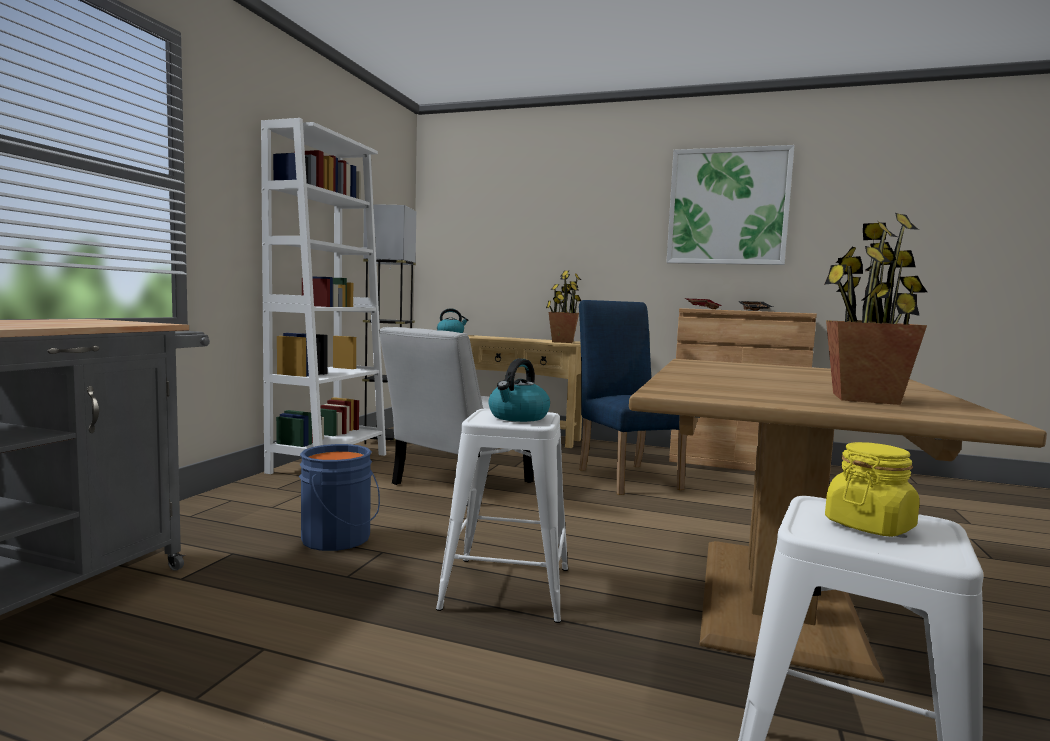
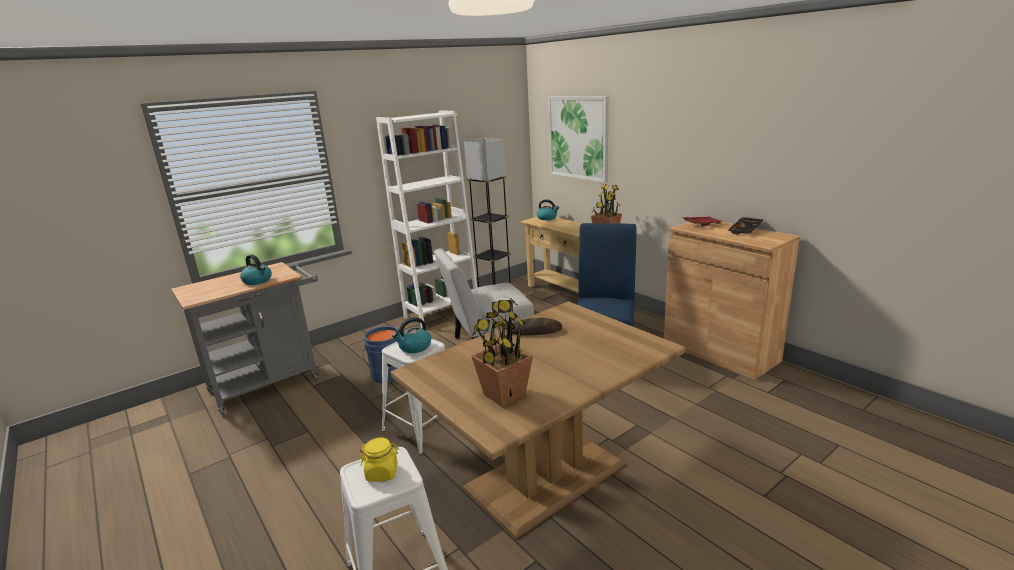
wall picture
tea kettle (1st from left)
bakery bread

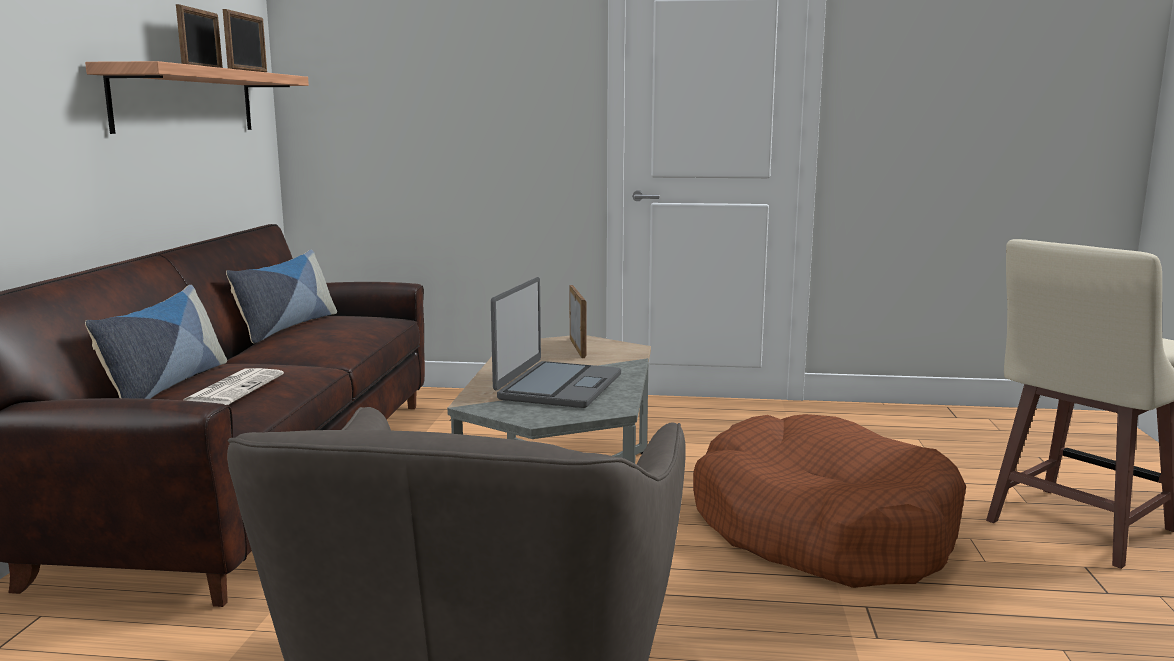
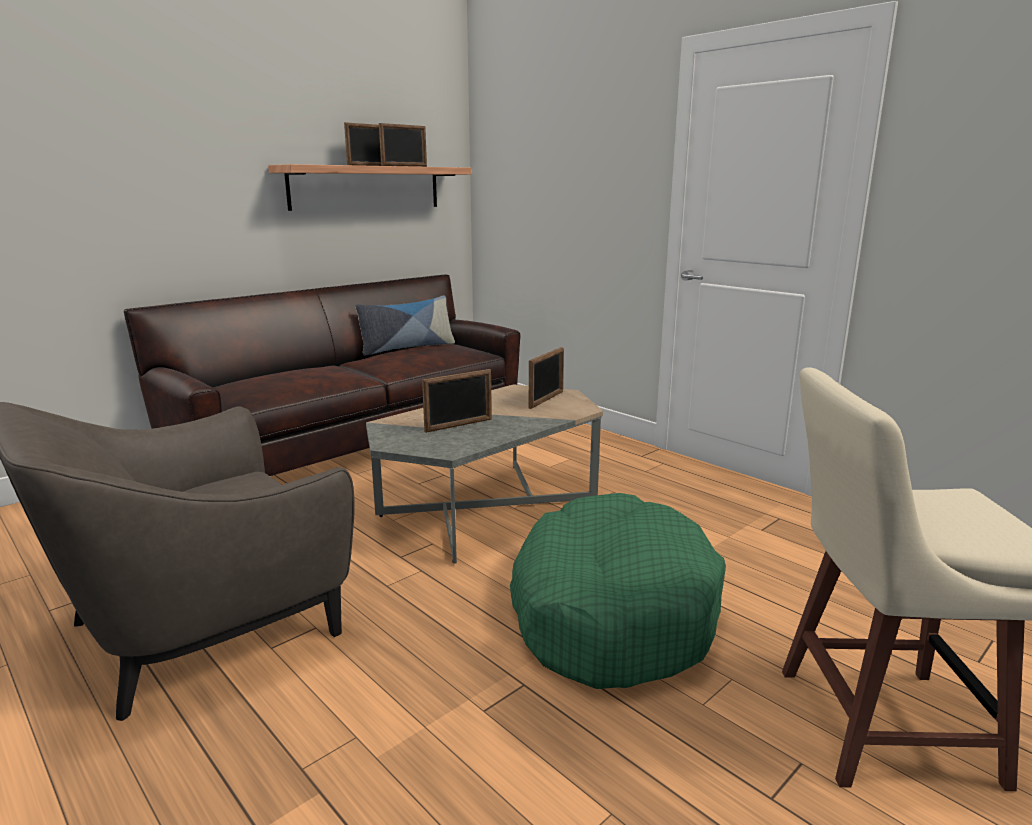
standing frame (3rd from left)
throw pillow (1st from left in the first image)
printed paper
greenish dog cushion

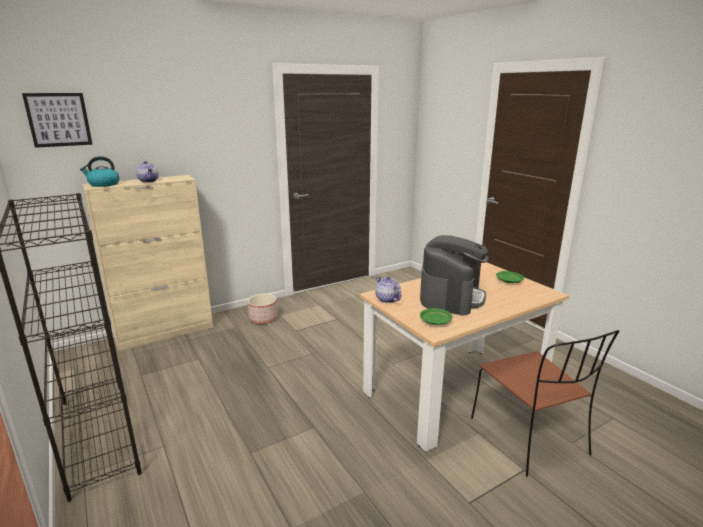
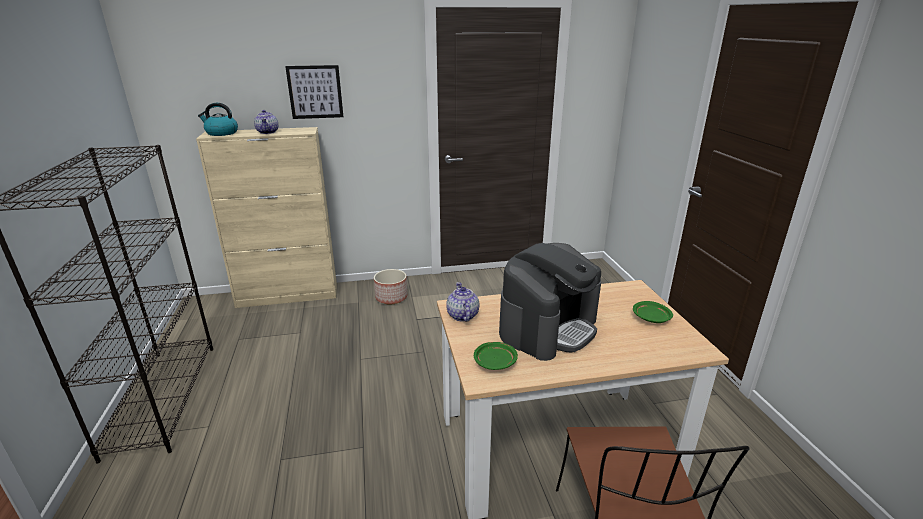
wall picture

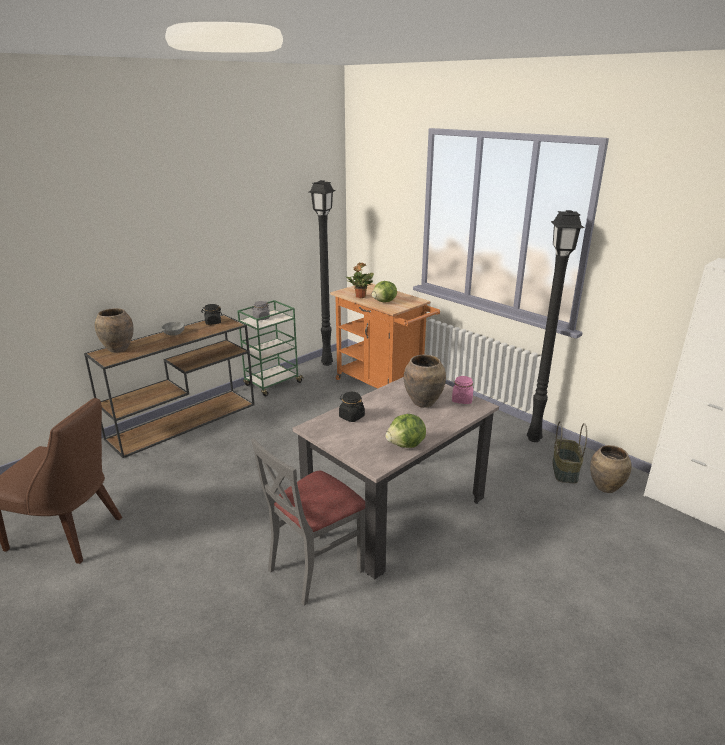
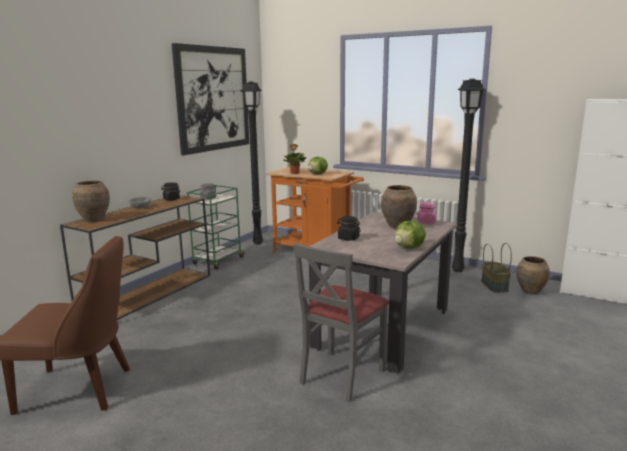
wall picture

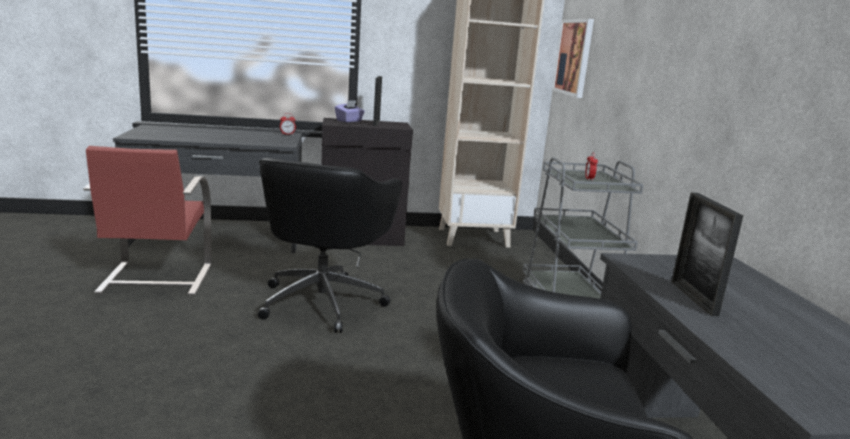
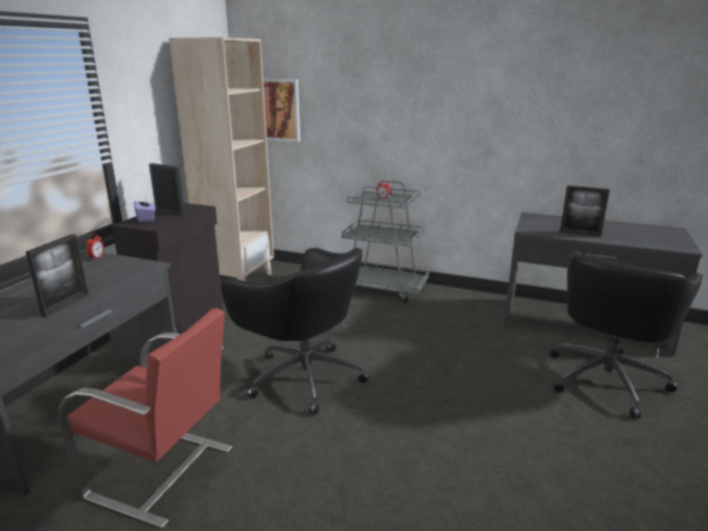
standing frame (1st from left)

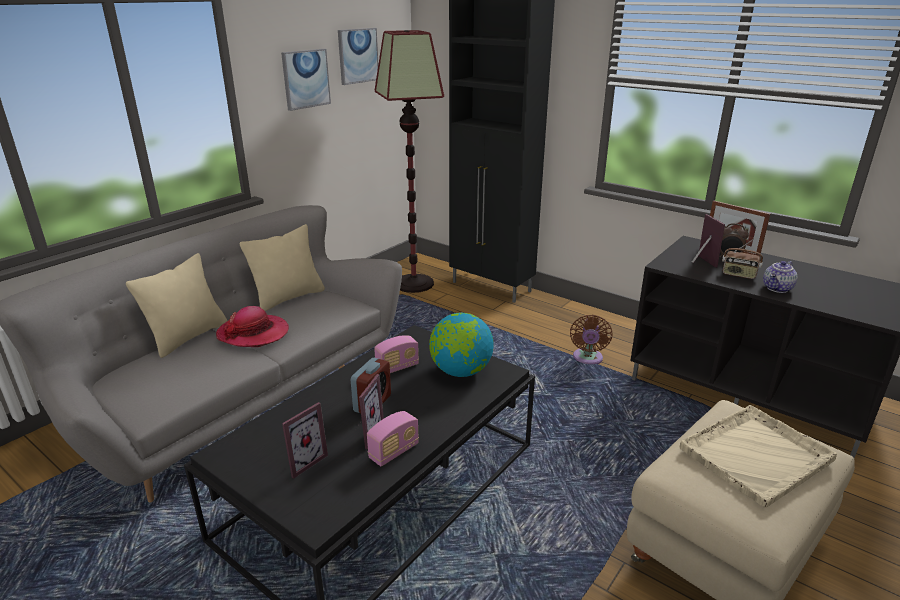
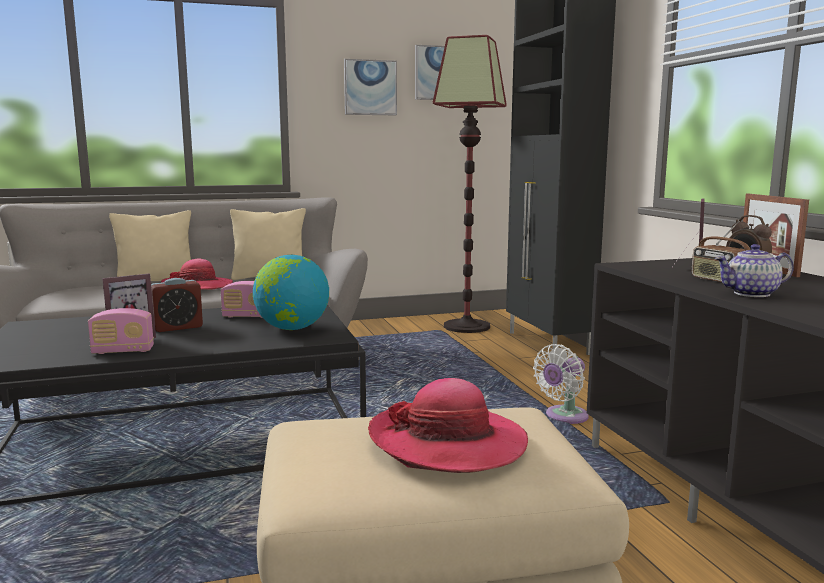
white-coloured cooling fan
standing frame (1st from left in the first image)
hat (2nd from left)

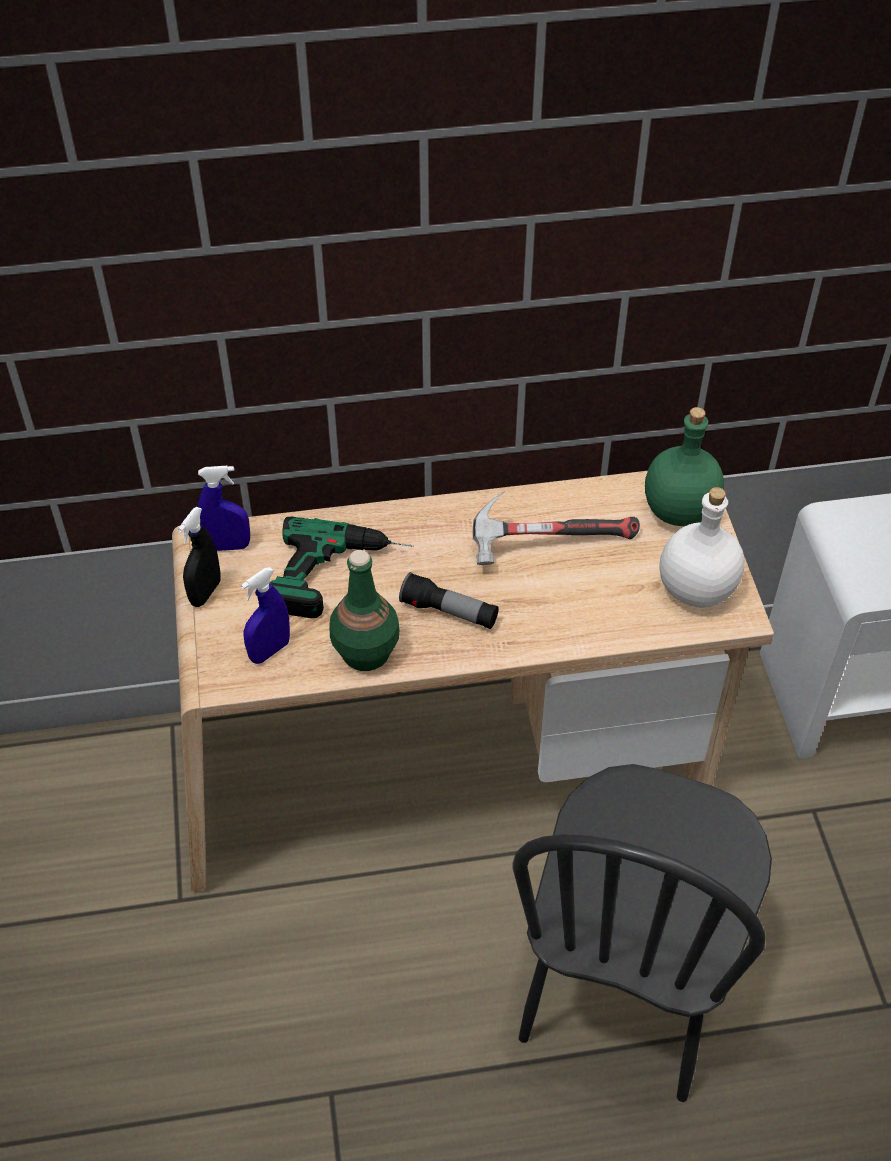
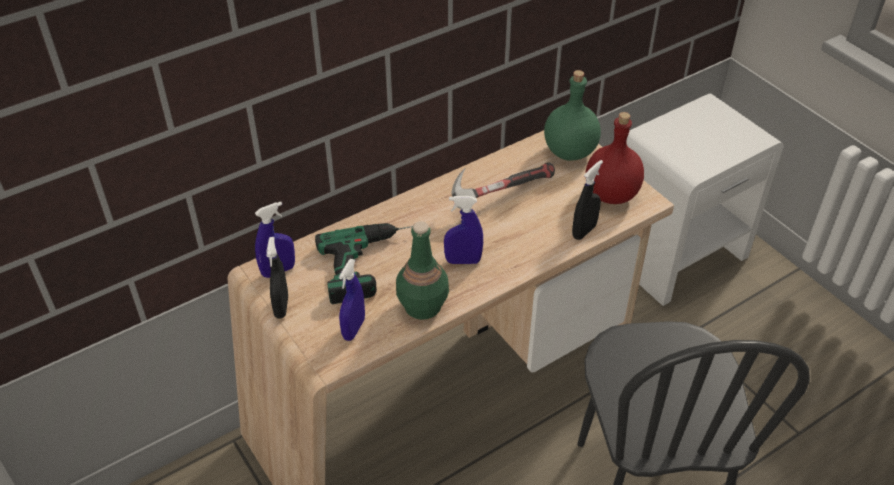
reddish bottle
bluish spray bottle (3rd from left)
blackish spray bottle (2nd from left)

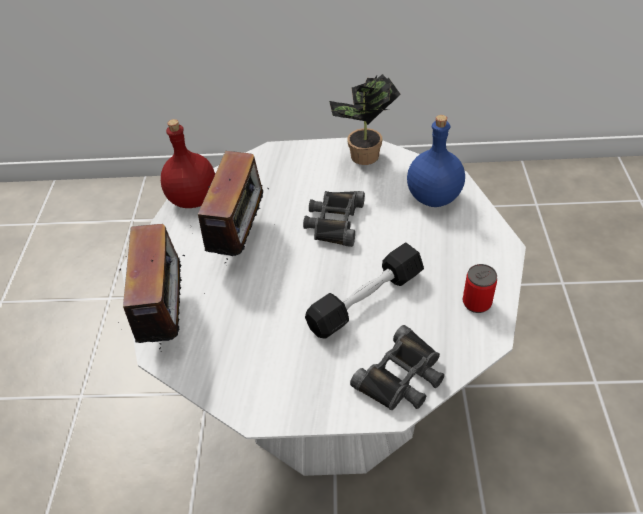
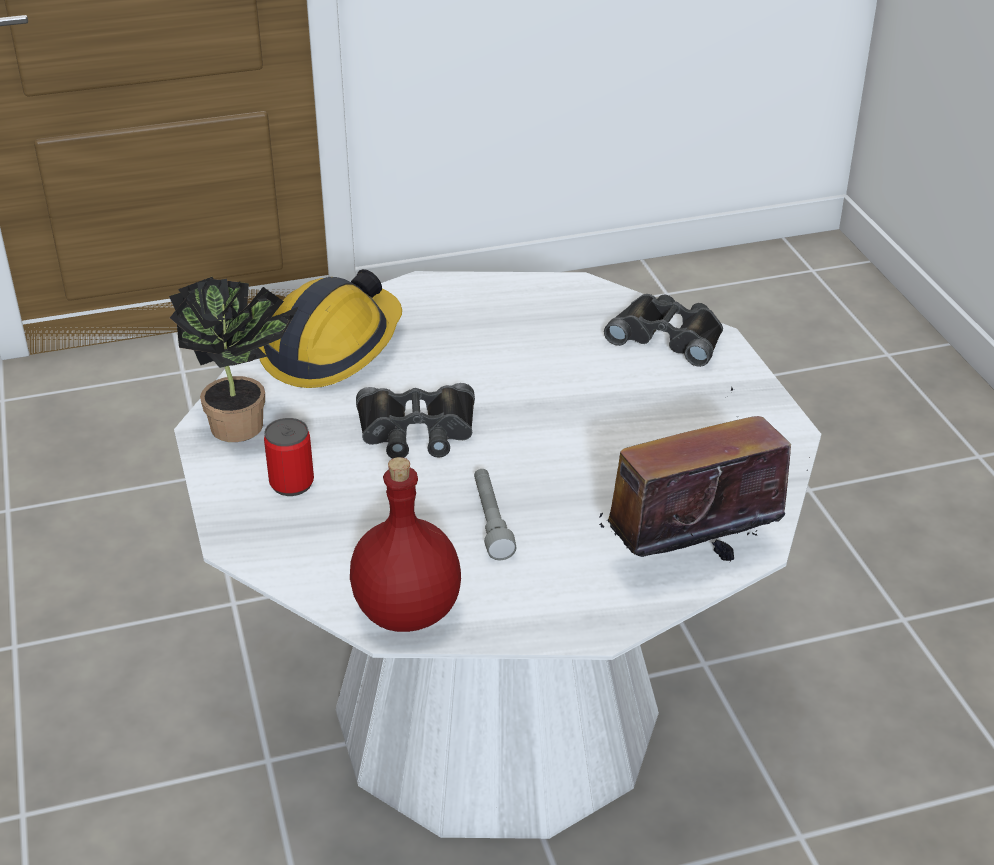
work helmet
gray flashlight
blackish free weight
metal can

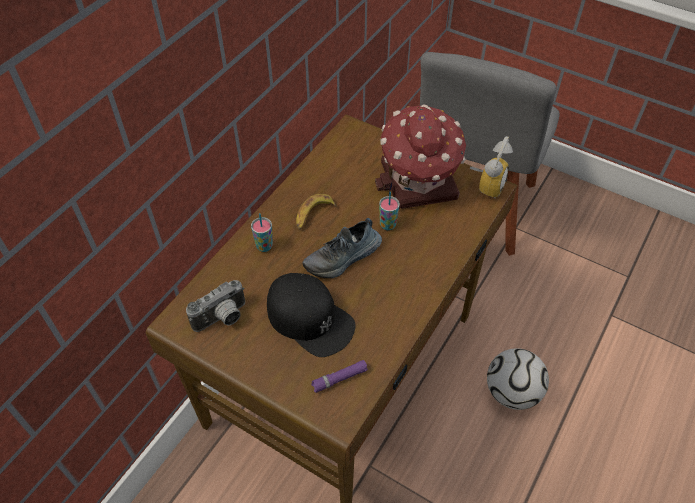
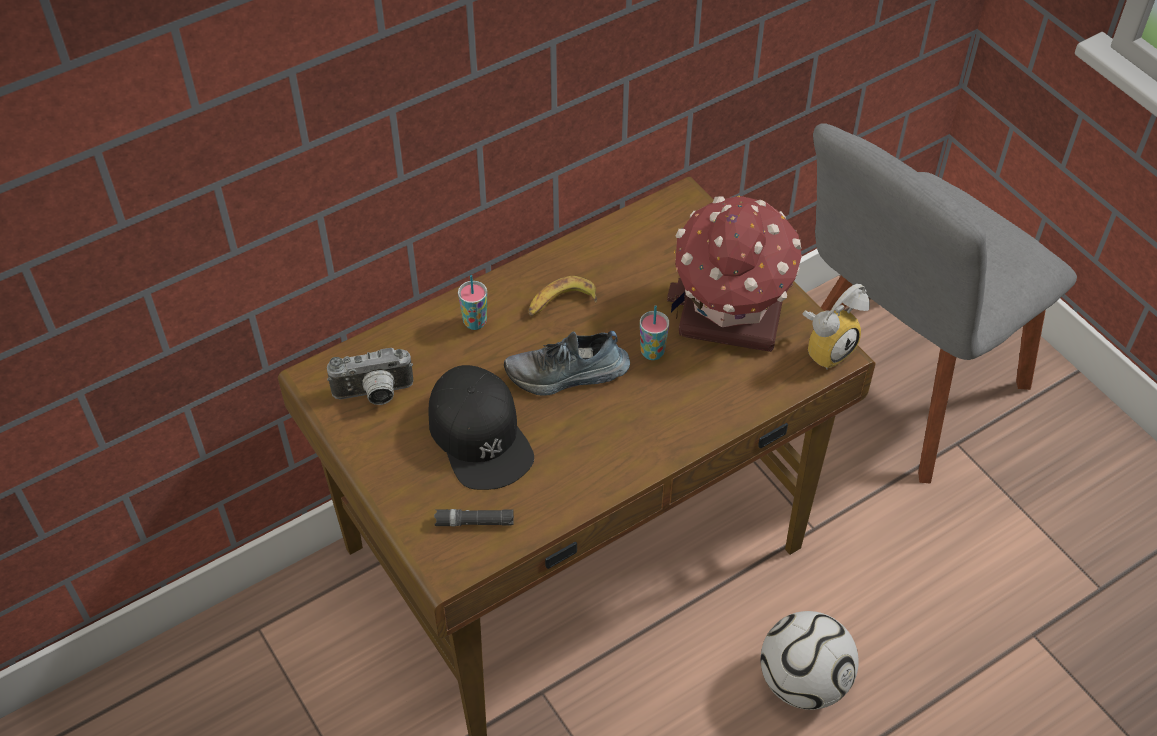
blackish flashlight

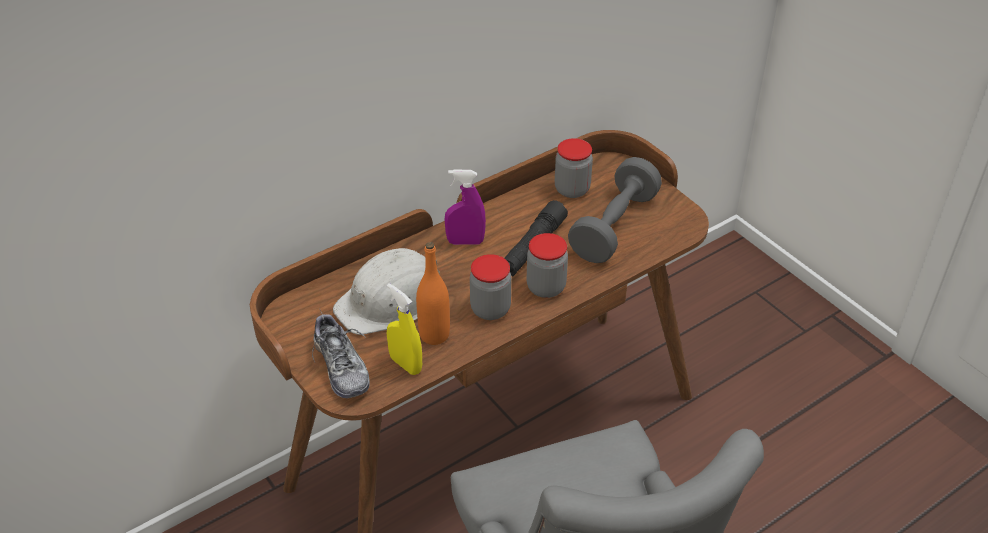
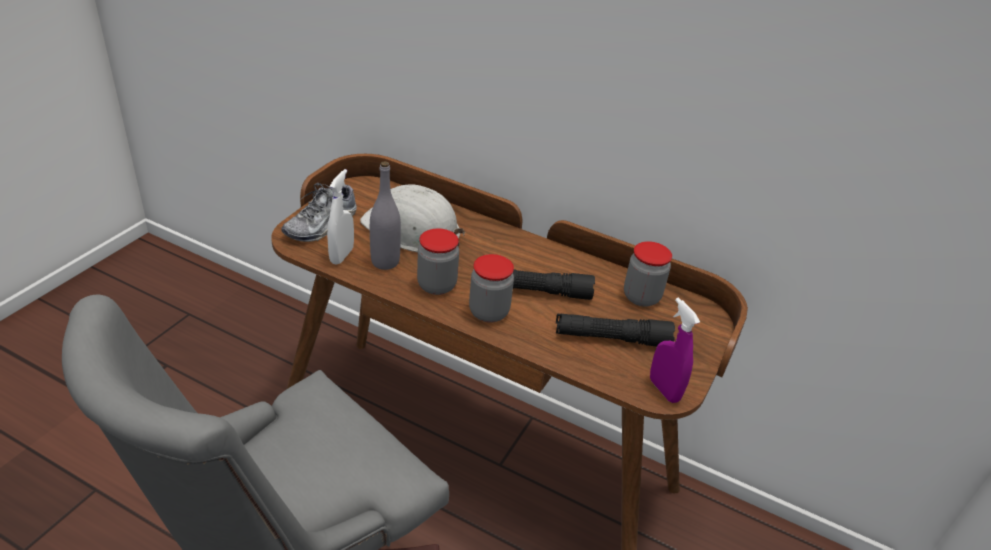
blackish flashlight (2nd from left)
purplish spray bottle
gray bottle
white-coloured spray bottle

